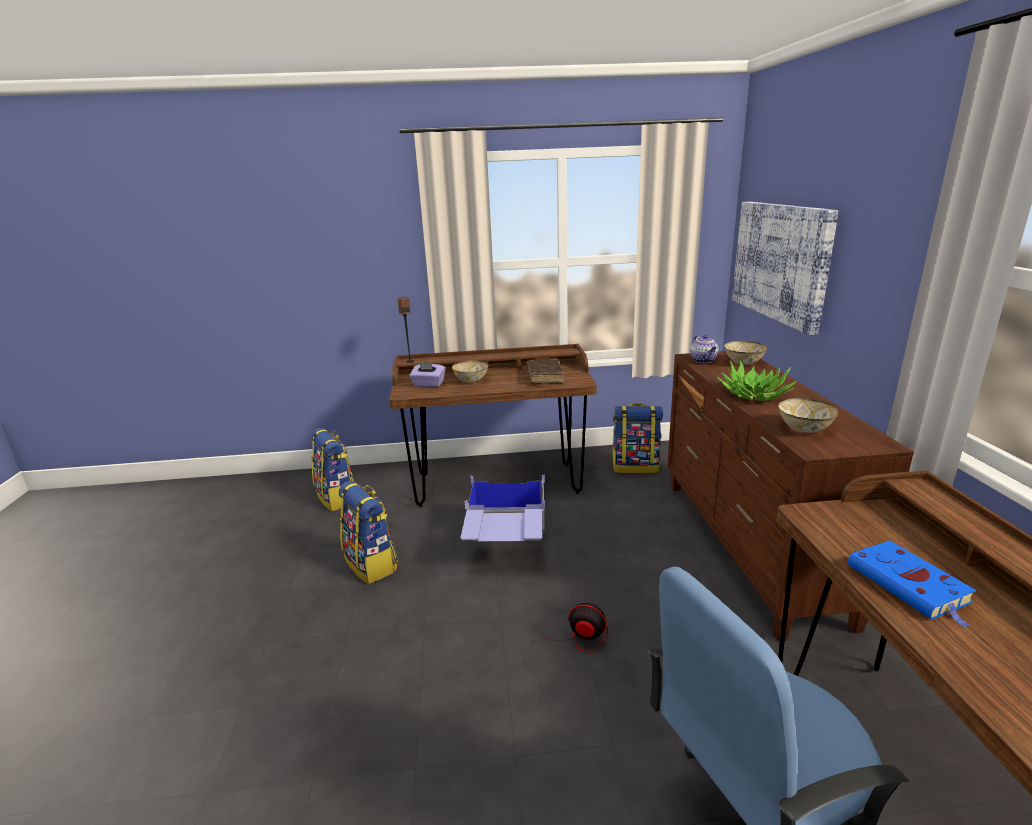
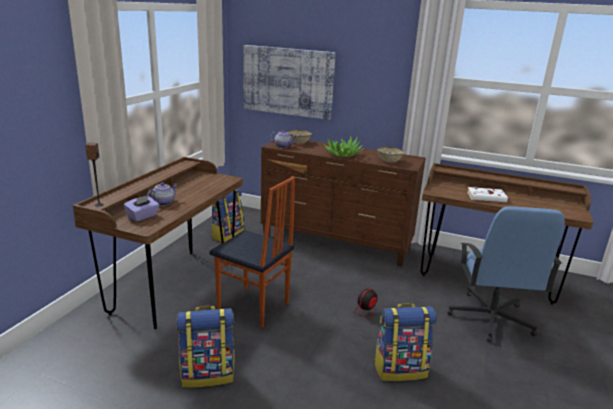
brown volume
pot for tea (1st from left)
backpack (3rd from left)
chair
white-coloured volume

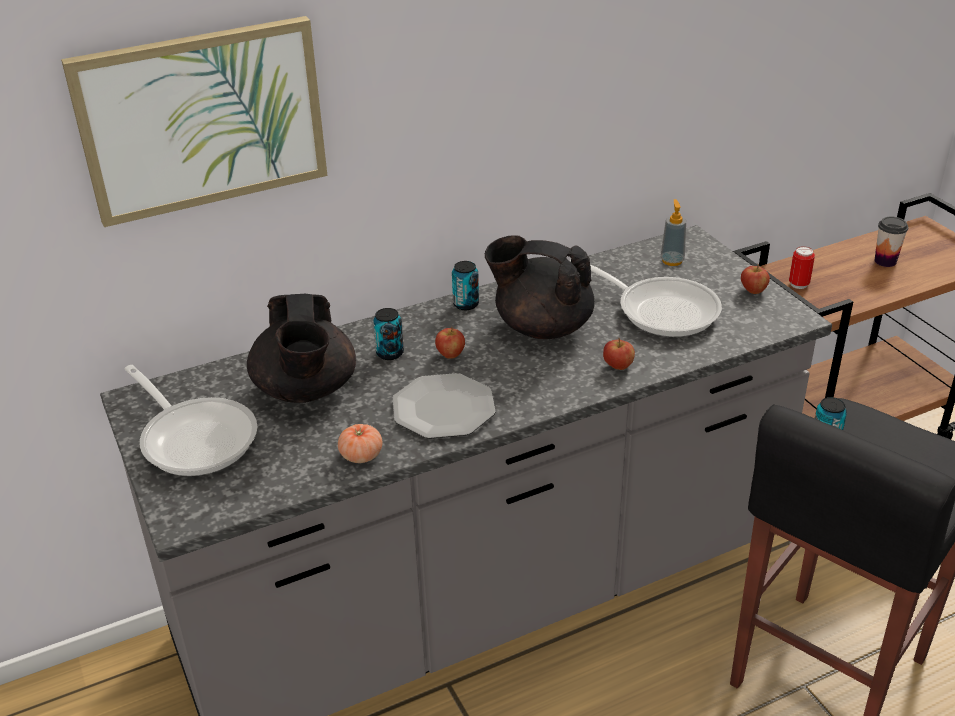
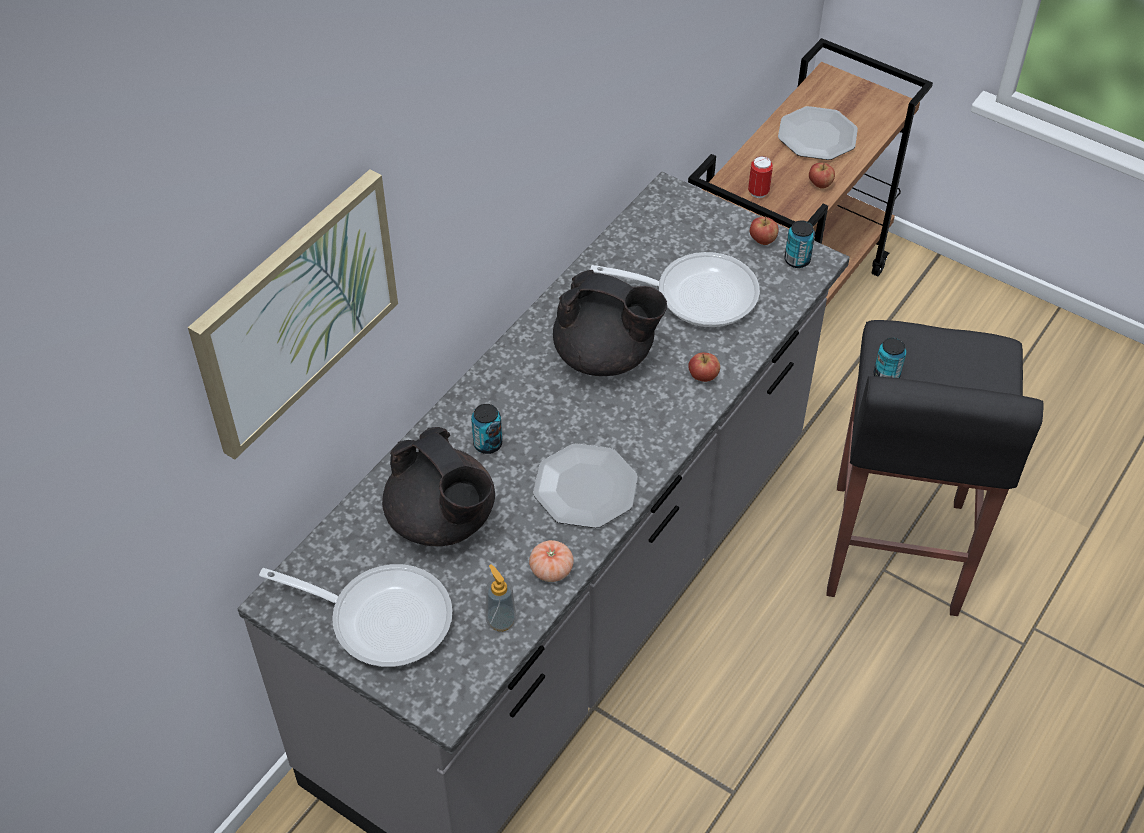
soap dispenser
flat dish (2nd from left)
blackish pot for tea (2nd from left)
metal can (3rd from left)
apple fruit (3rd from left)

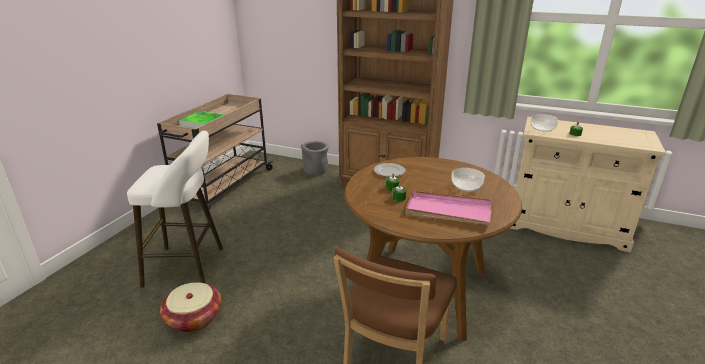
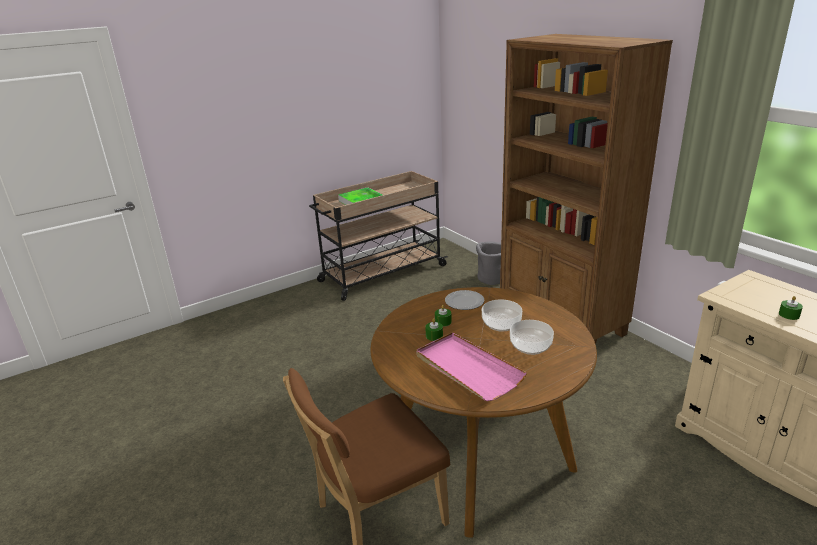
bowl (1st from left)
white-coloured stool
basket

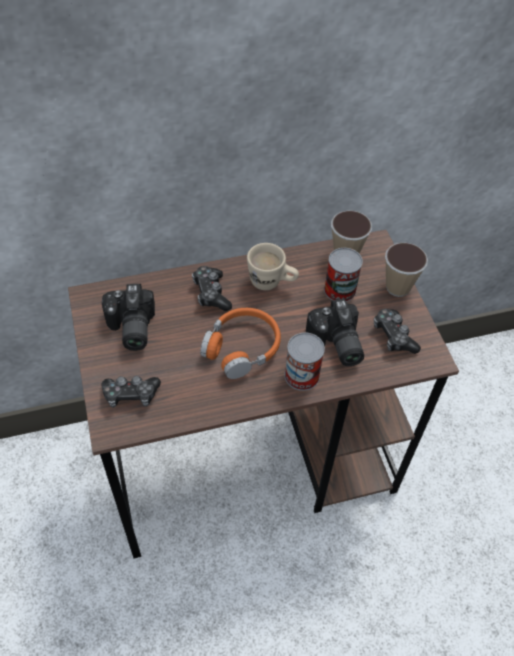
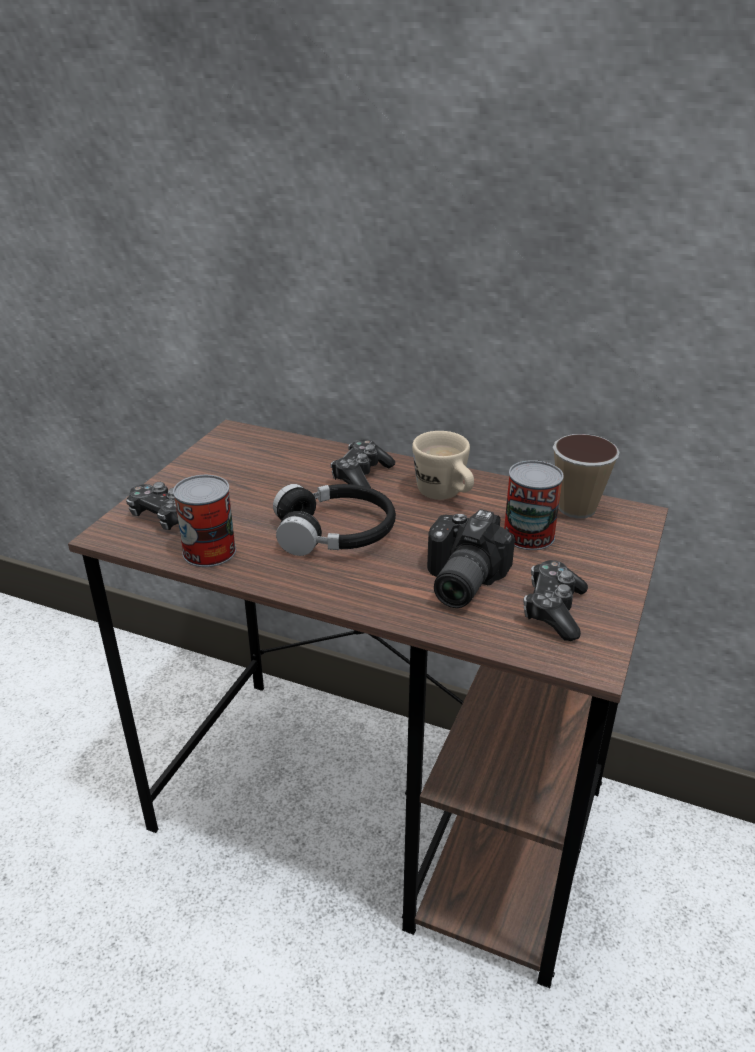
cup (2nd from left in the first image)
photo camera (1st from left in the first image)
blackish headset
metal can (1st from left)

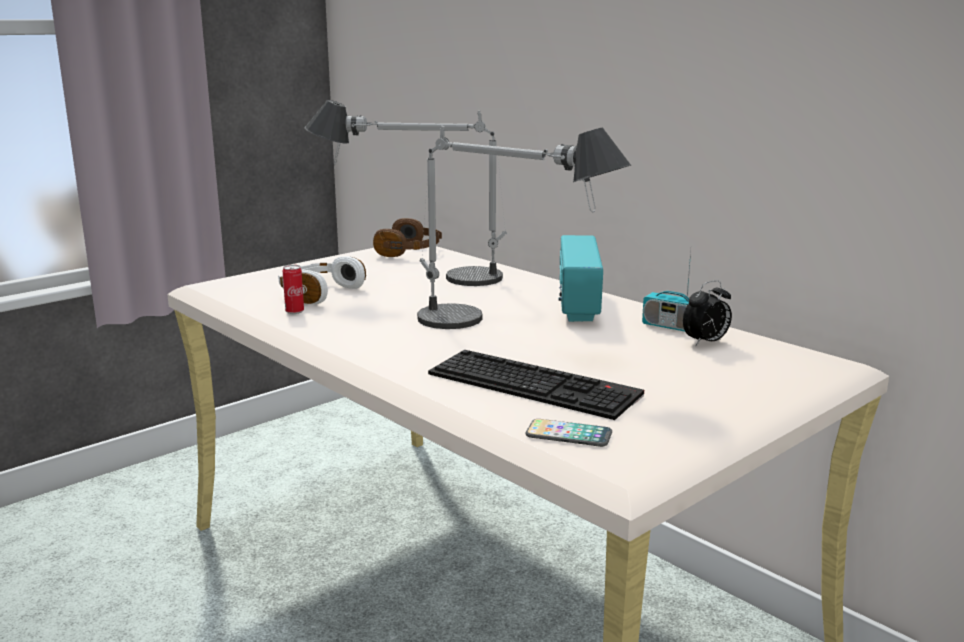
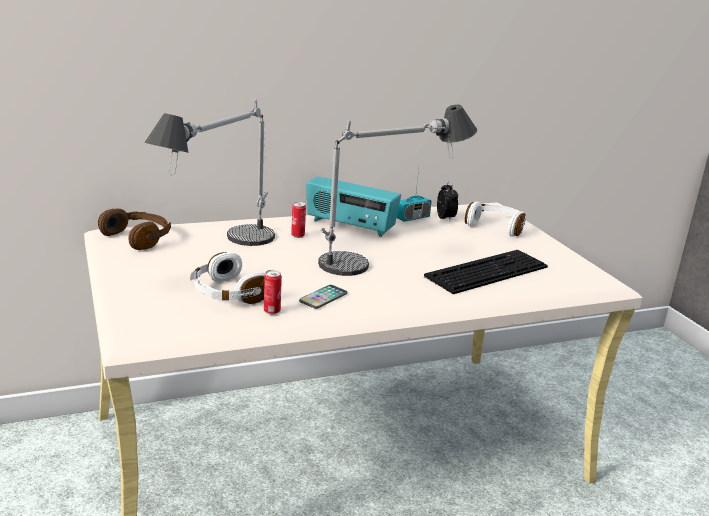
phone
metal can (2nd from left)
white-coloured headset (2nd from left)

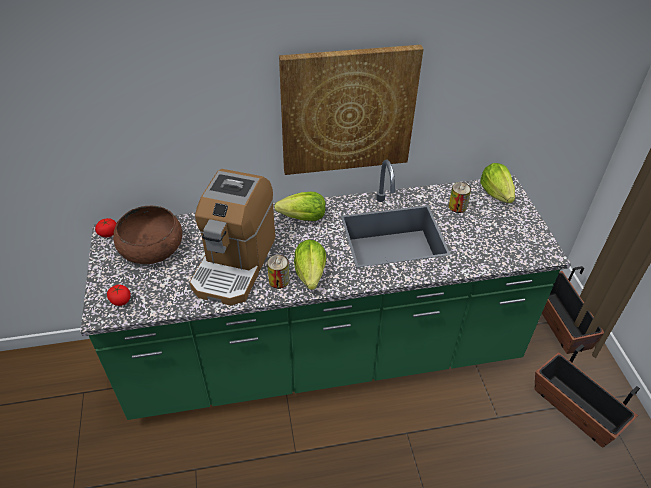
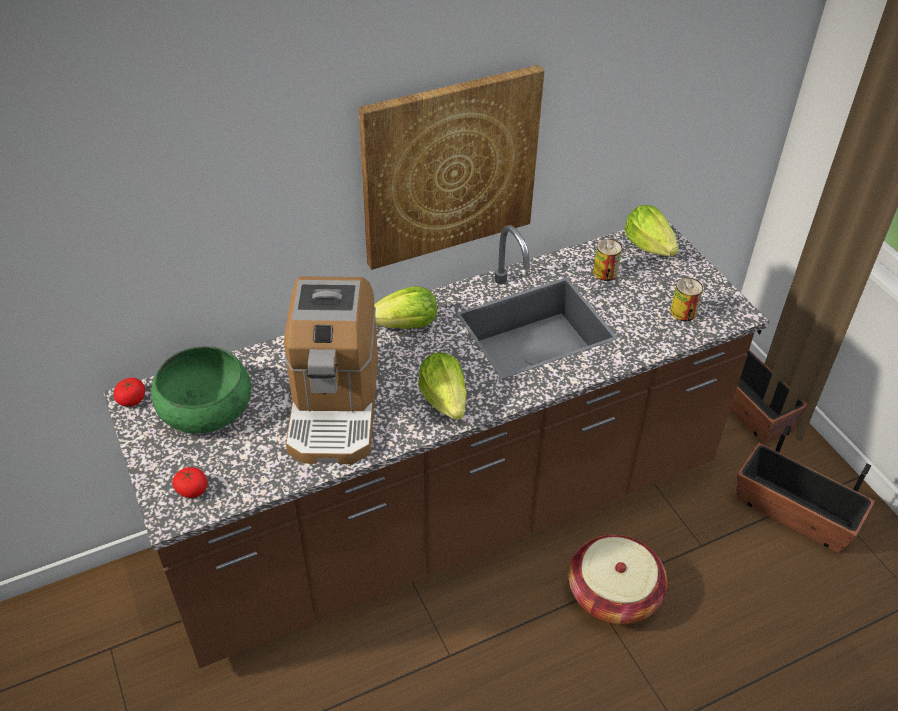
brown kitchen base unit
greenish bowl
metal can (2nd from left)
basket

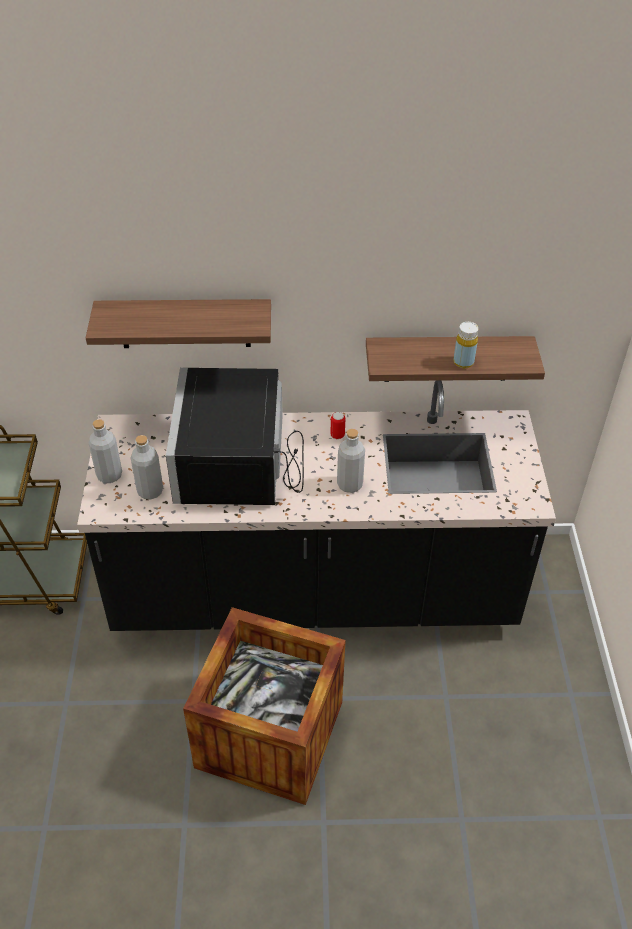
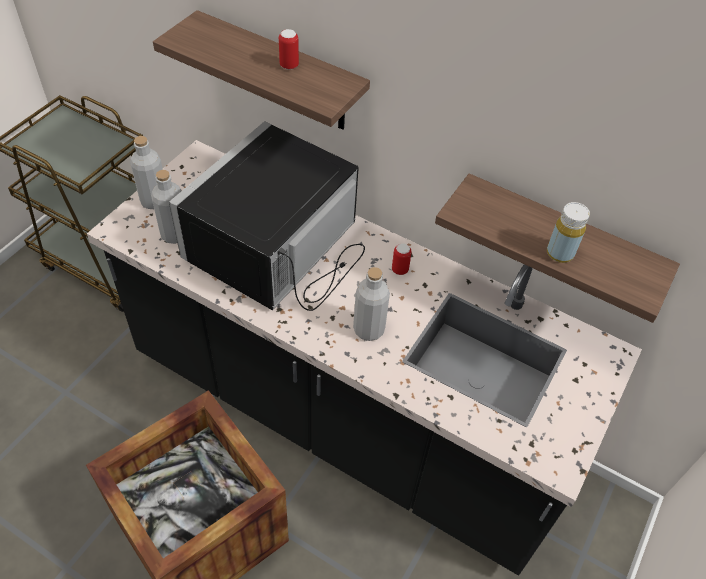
metal can (1st from left)

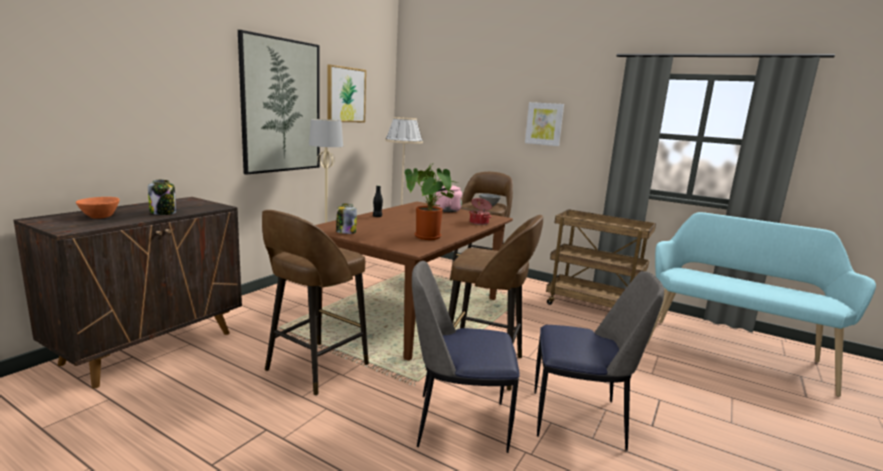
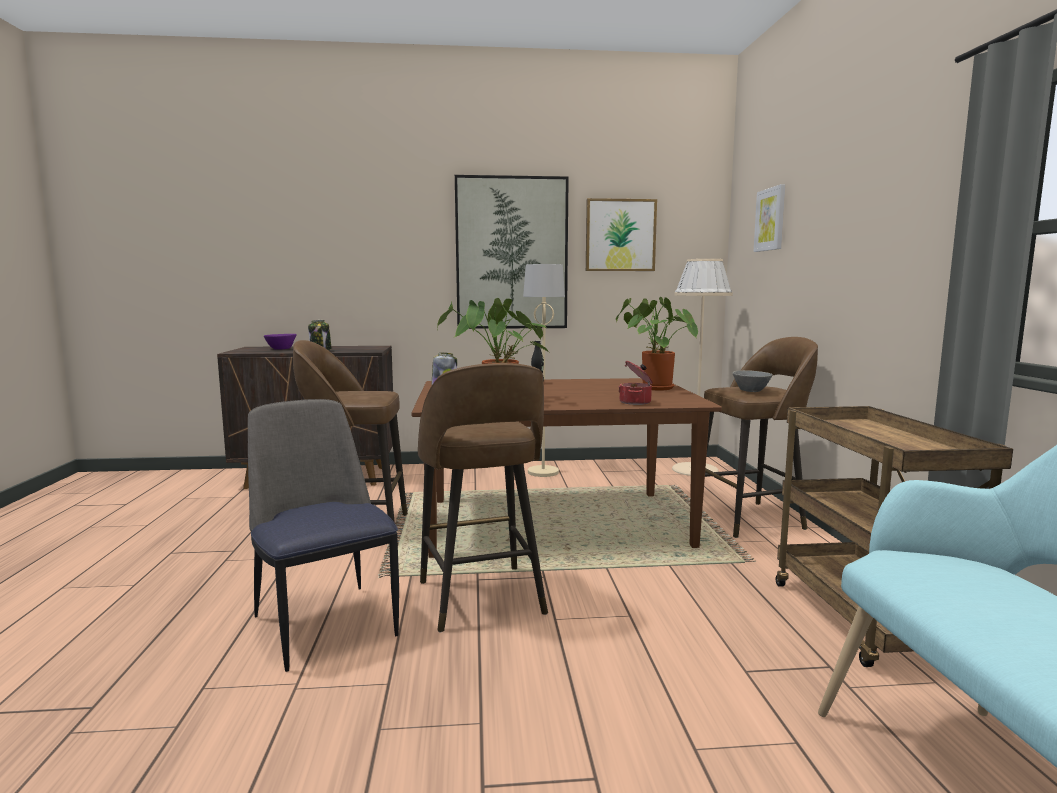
wall picture (3rd from left)
potted plant (2nd from left)
purplish bowl
chair (2nd from left in the first image)

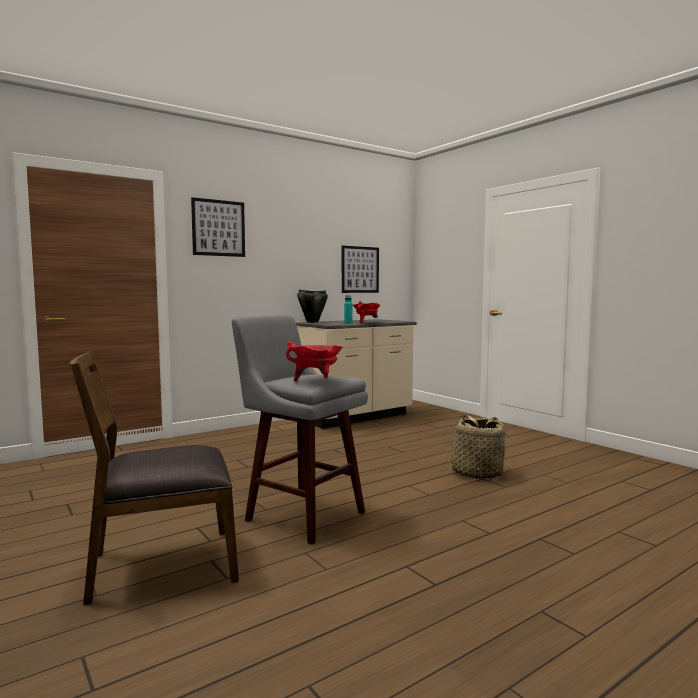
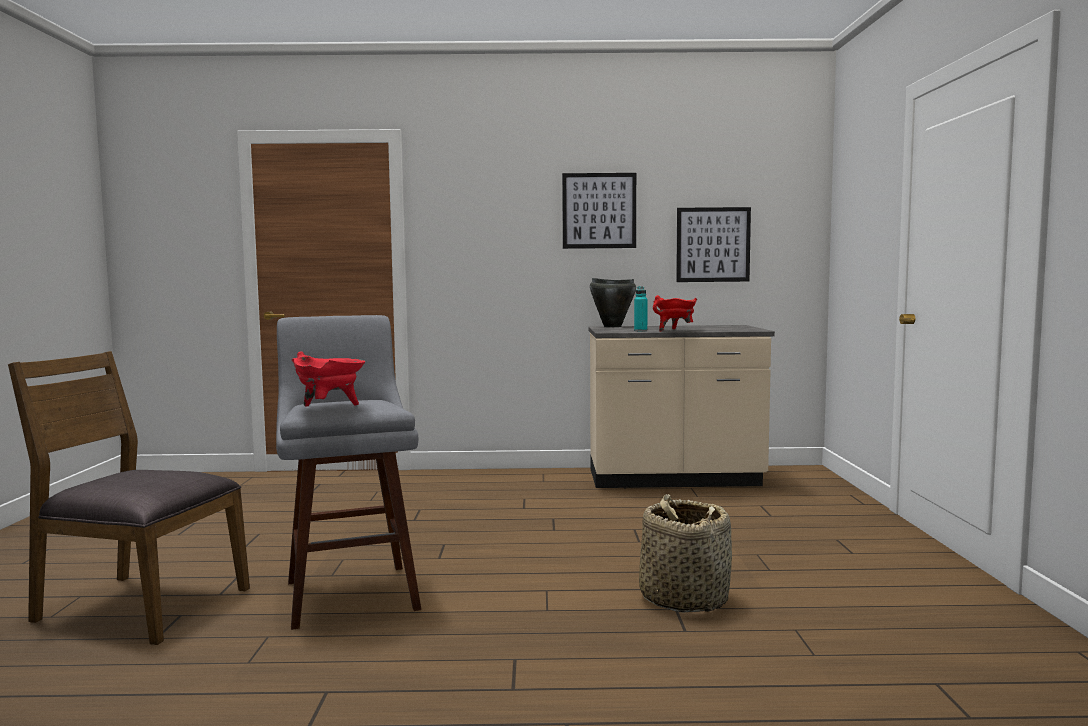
wall picture (1st from left)

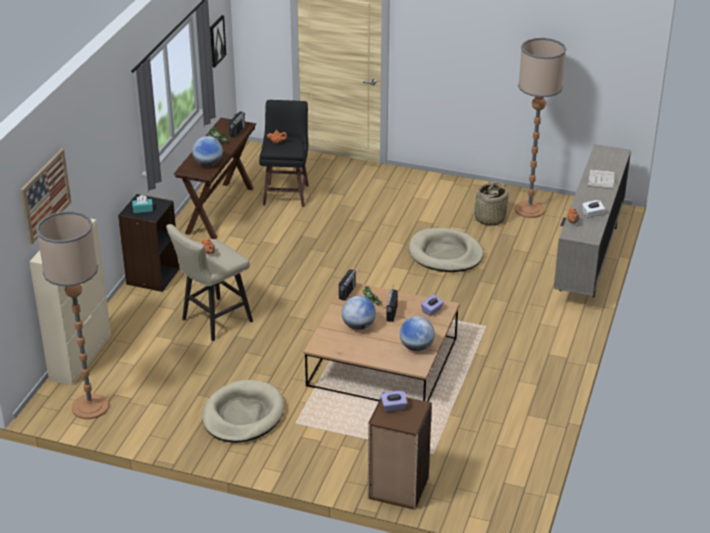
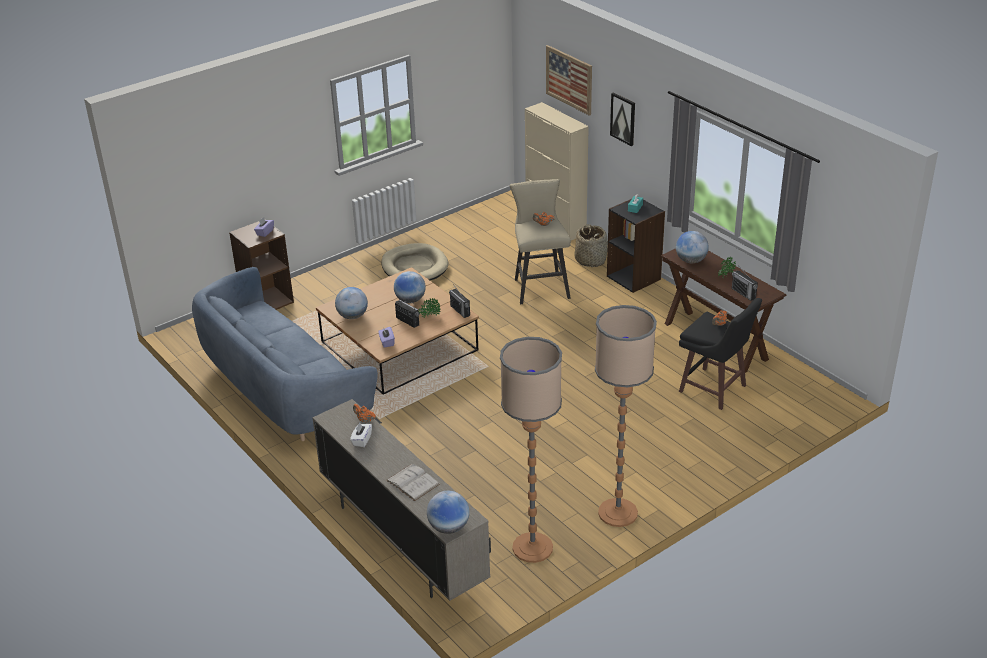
wall picture (2nd from left)
basket
standing lamp (2nd from left)
beige dog cushion (2nd from left in the first image)
bluish sofa
desk globe (3rd from left)

